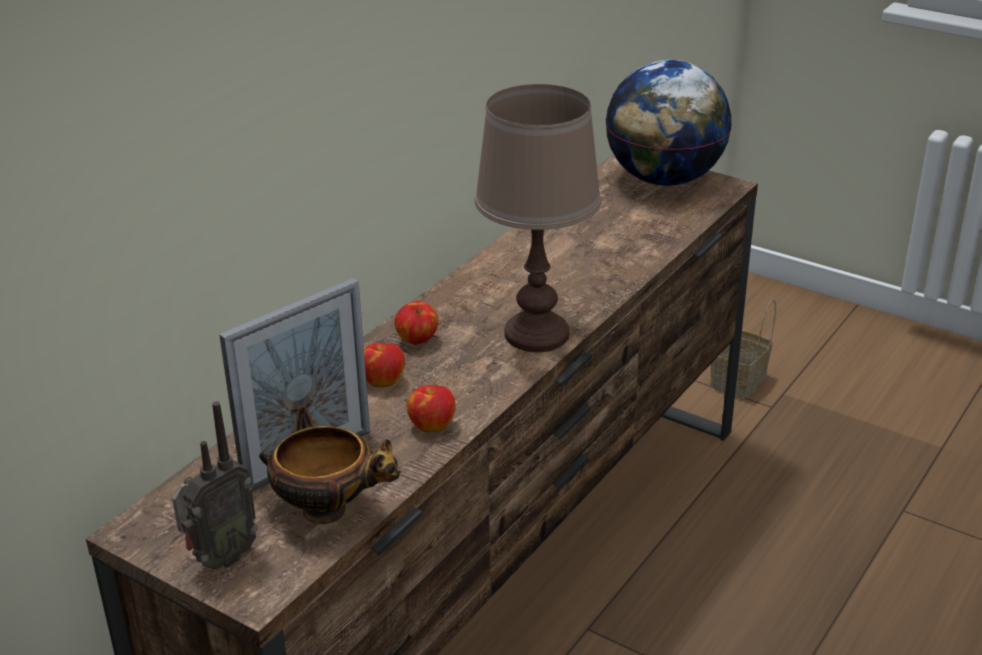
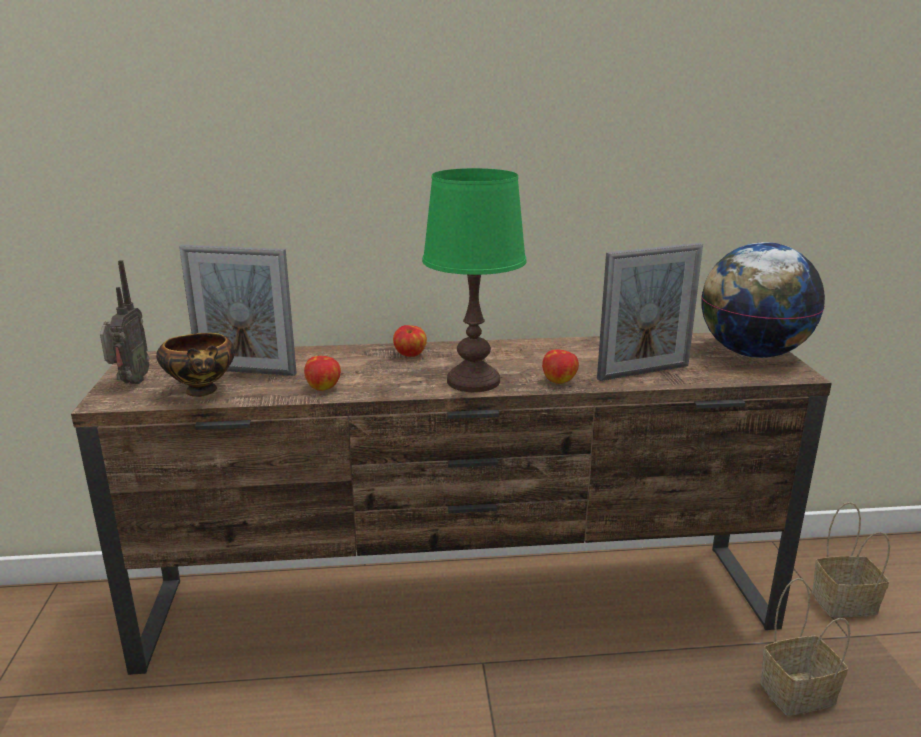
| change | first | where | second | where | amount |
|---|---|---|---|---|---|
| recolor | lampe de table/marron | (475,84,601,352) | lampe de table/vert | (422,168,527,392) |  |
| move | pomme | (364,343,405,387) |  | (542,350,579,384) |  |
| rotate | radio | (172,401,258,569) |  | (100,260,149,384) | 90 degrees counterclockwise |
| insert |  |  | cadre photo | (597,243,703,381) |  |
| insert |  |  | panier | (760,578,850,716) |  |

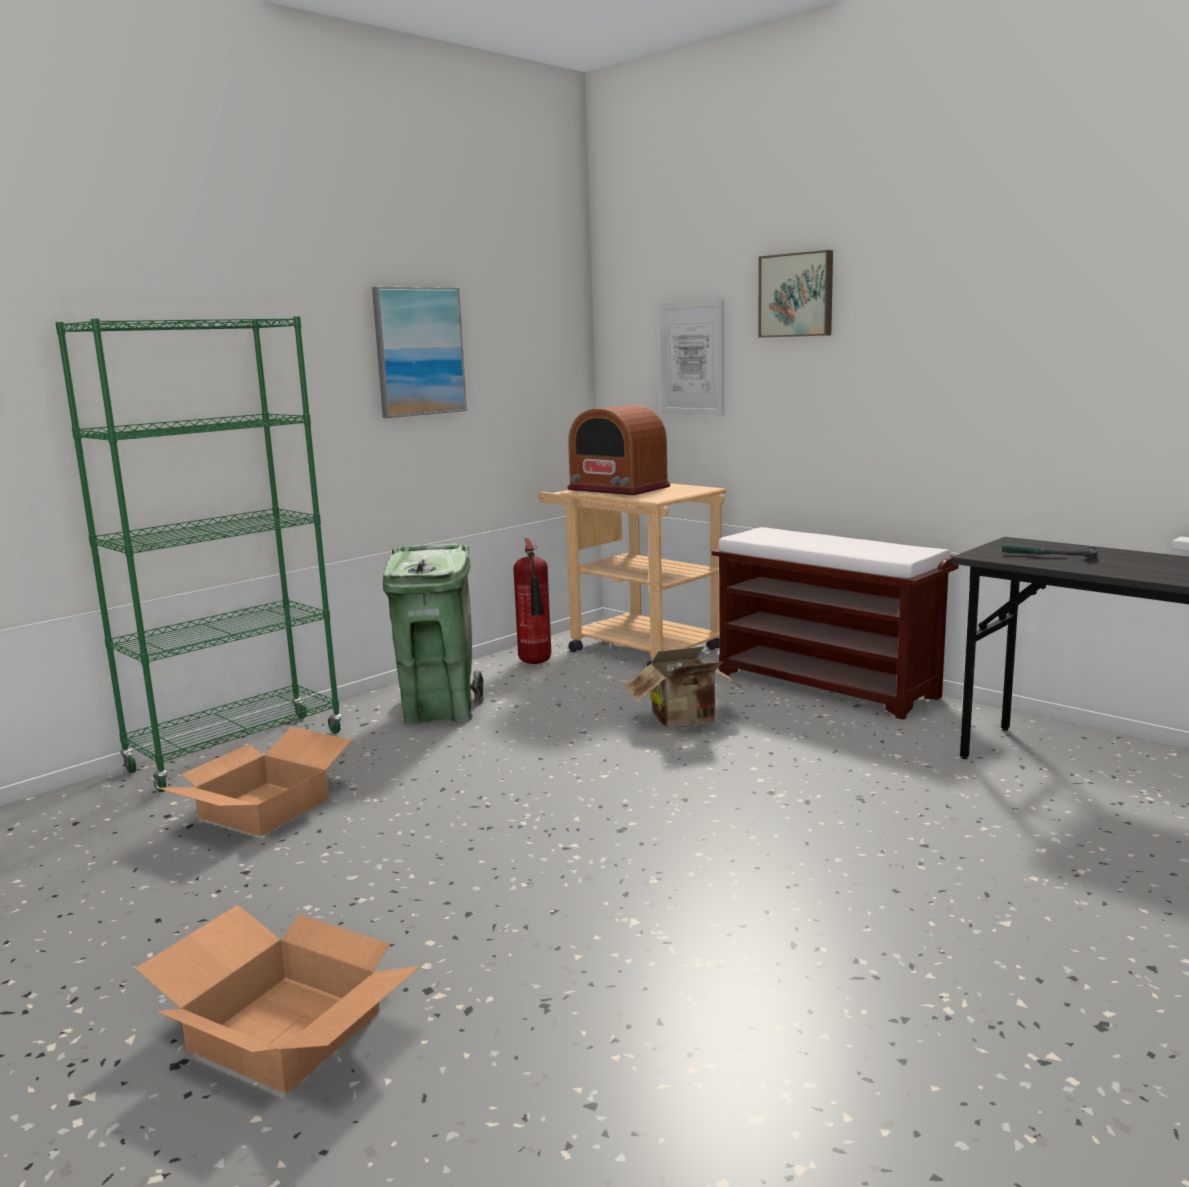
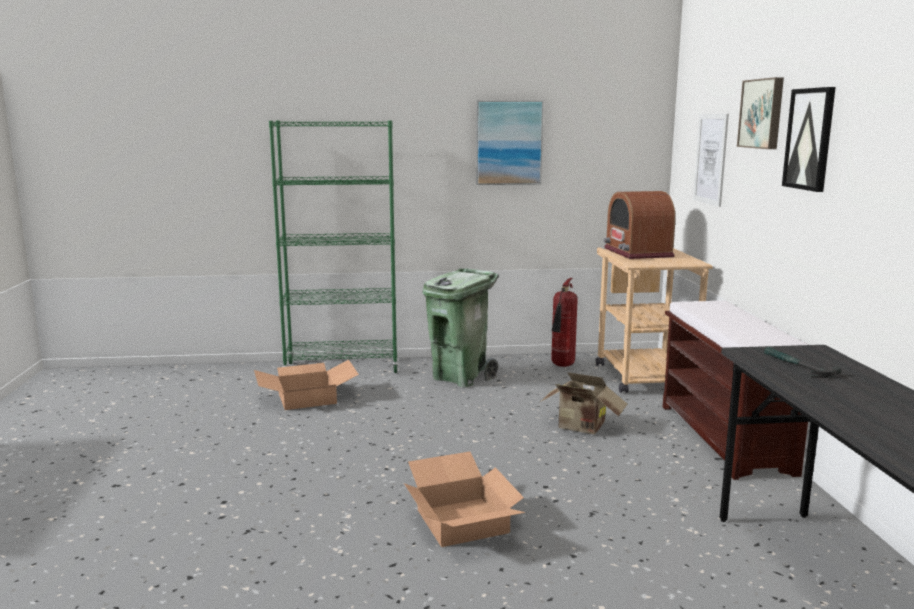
| change | first | where | second | where | amount |
|---|---|---|---|---|---|
| move | carton | (135,905,421,1094) |  | (404,451,526,547) |  |
| insert |  |  | tableau | (782,87,836,192) |  |

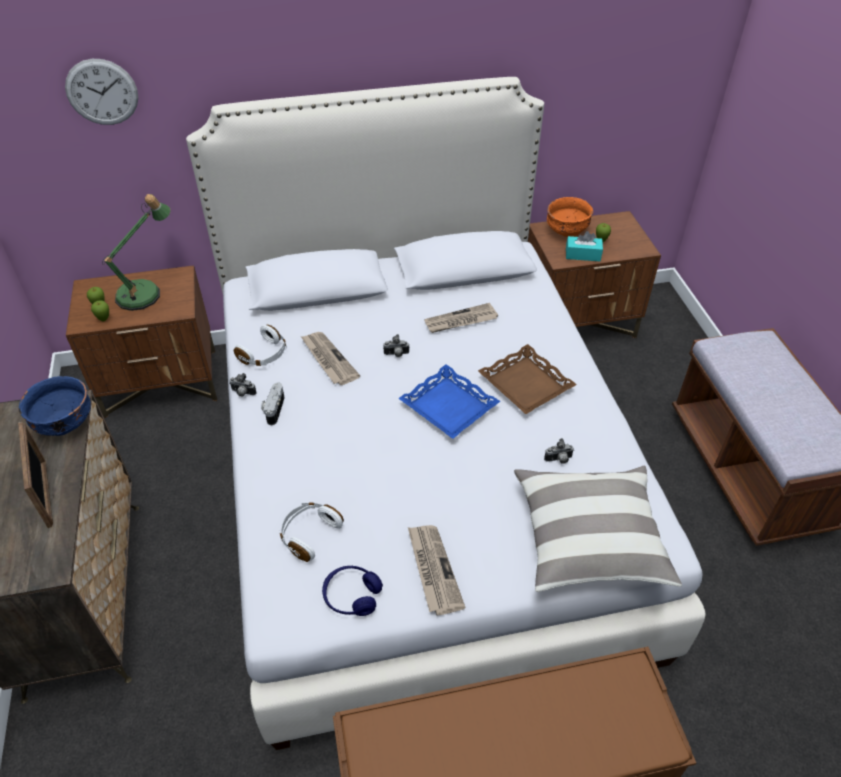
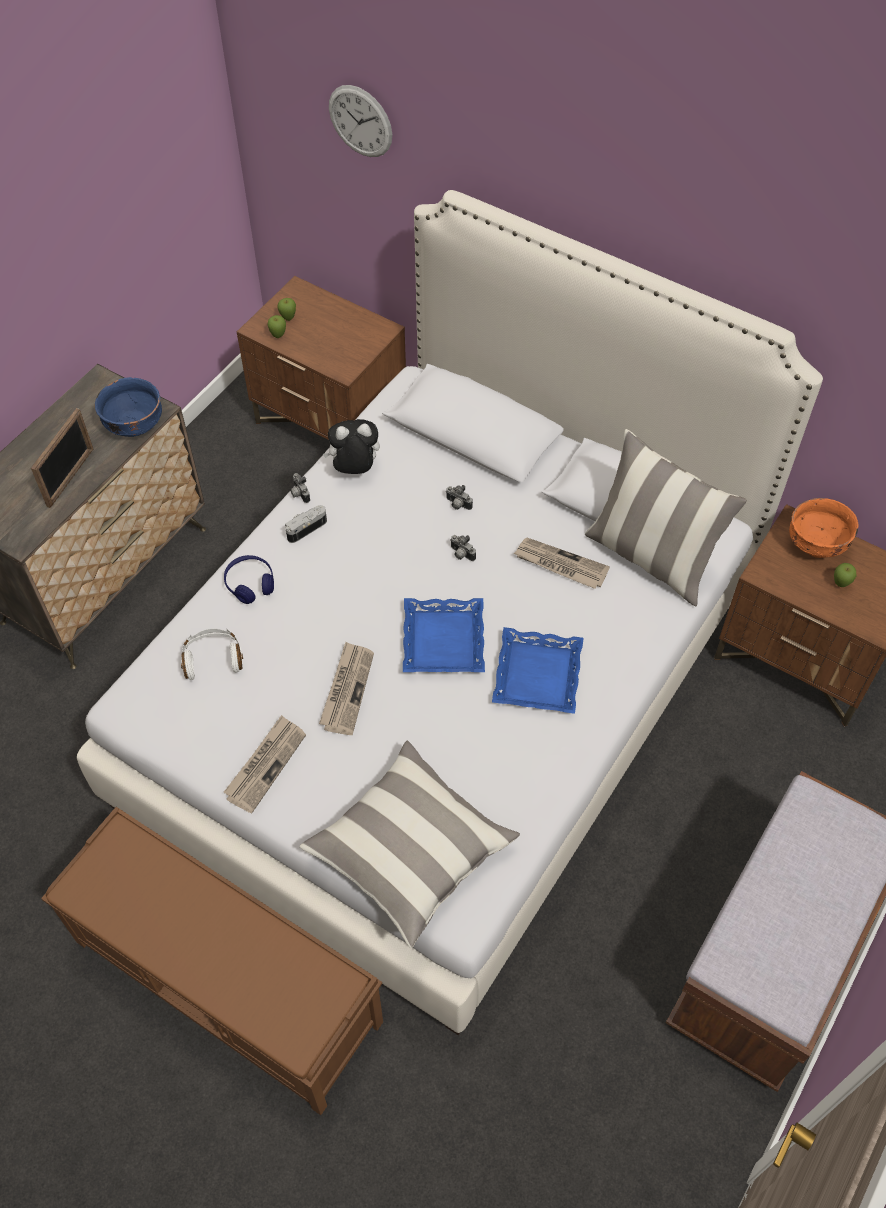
| change | first | where | second | where | amount |
|---|---|---|---|---|---|
| delete | lampe de table | (102,194,171,311) |  |  |  |
| delete | boîte à mouchoirs/turquoise | (566,231,603,261) |  |  |  |
| replace | casque audio/blanc | (234,324,287,366) | peluche | (323,419,380,474) |  |
| move | journal | (301,332,360,385) |  | (319,642,374,735) |  |
| recolor | plateau/marron | (478,344,577,414) | plateau/bleu | (492,627,584,714) |  |
| move | appareil photo | (544,438,574,464) |  | (445,485,473,510) |  |
| move | casque audio/bleu | (322,566,383,616) |  | (224,555,274,604) |  |
| insert |  |  | coussin | (585,429,747,607) |  |

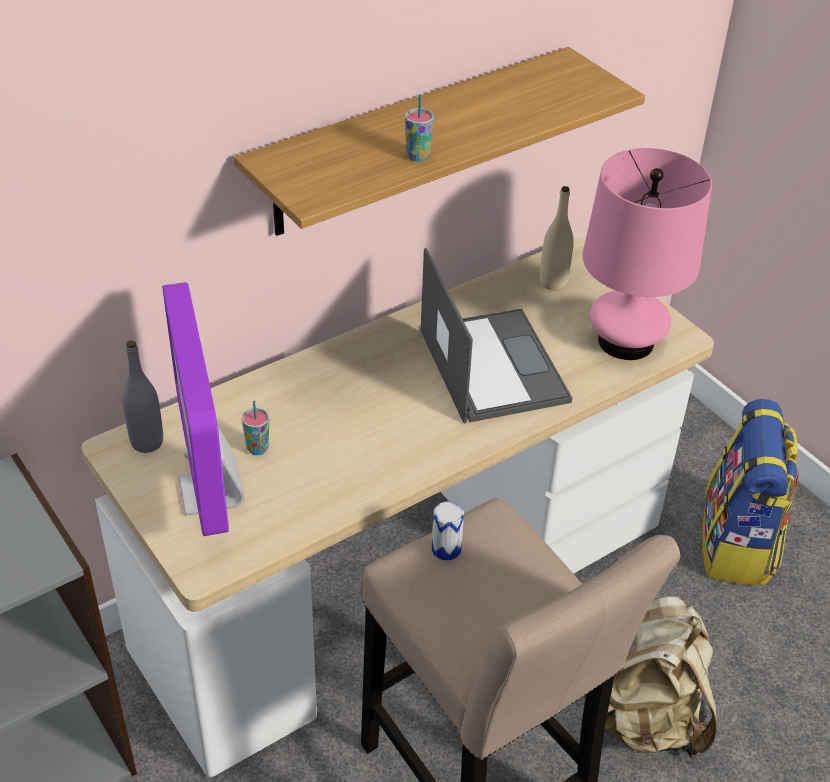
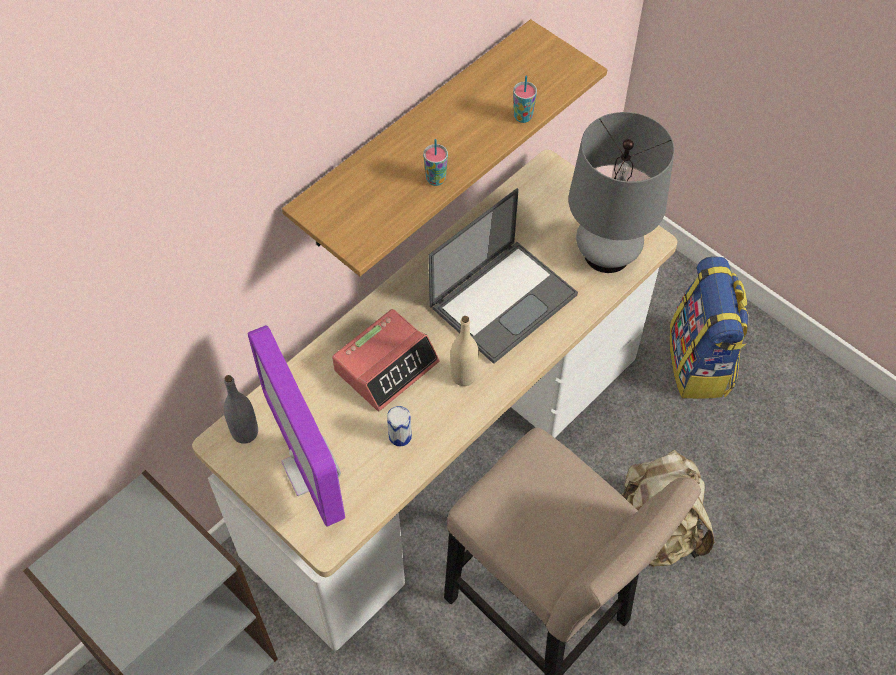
| change | first | where | second | where | amount |
|---|---|---|---|---|---|
| recolor | lampe de table/rose | (583,148,712,360) | lampe de table/gris | (568,112,675,273) |  |
| move | bouteille/beige | (540,186,574,291) |  | (450,316,479,386) |  |
| rotate | ordinateur portable | (421,248,572,424) |  | (428,188,578,364) | 75 degrees clockwise |
| move | tasse | (242,401,269,455) |  | (513,76,537,123) |  |
| move | boîte métallique | (432,501,464,560) |  | (387,406,412,446) |  |
| insert |  |  | réveil | (332,309,440,411) |  |

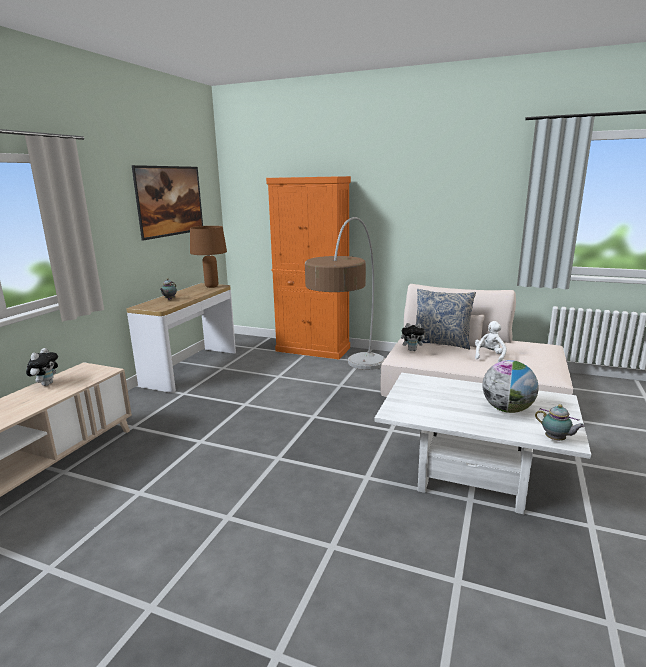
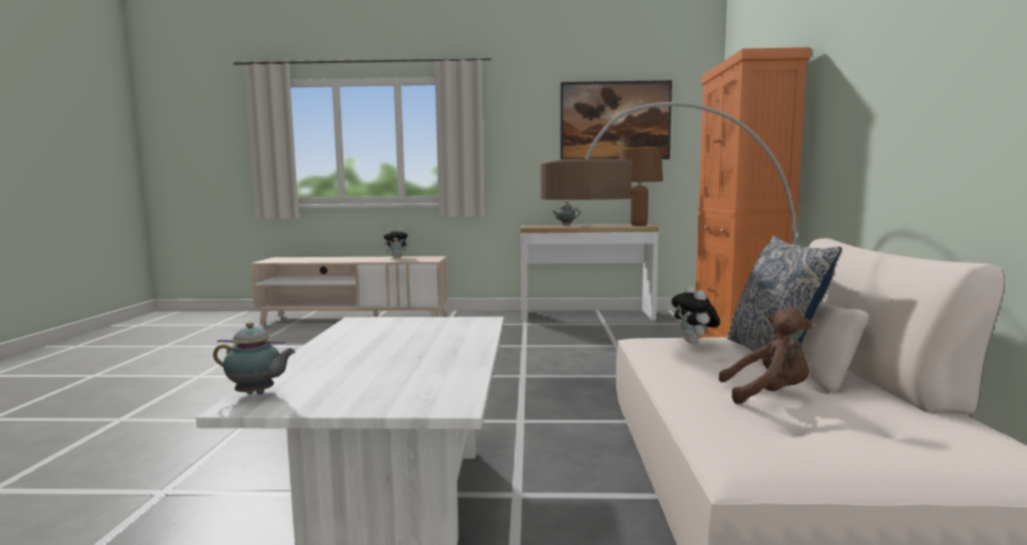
| change | first | where | second | where | amount |
|---|---|---|---|---|---|
| recolor | peluche/blanc | (475,321,507,362) | peluche/marron | (719,308,813,404) |  |
| delete | globe | (482,360,539,413) |  |  |  |
| rotate | théière | (535,404,585,441) |  | (213,322,296,395) | 105 degrees counterclockwise |

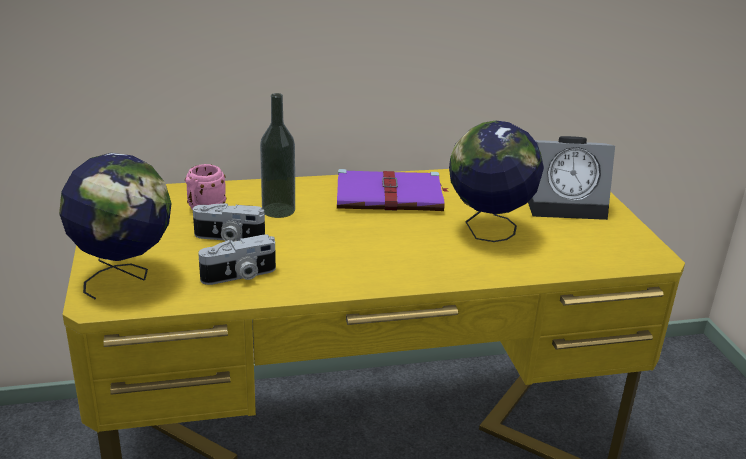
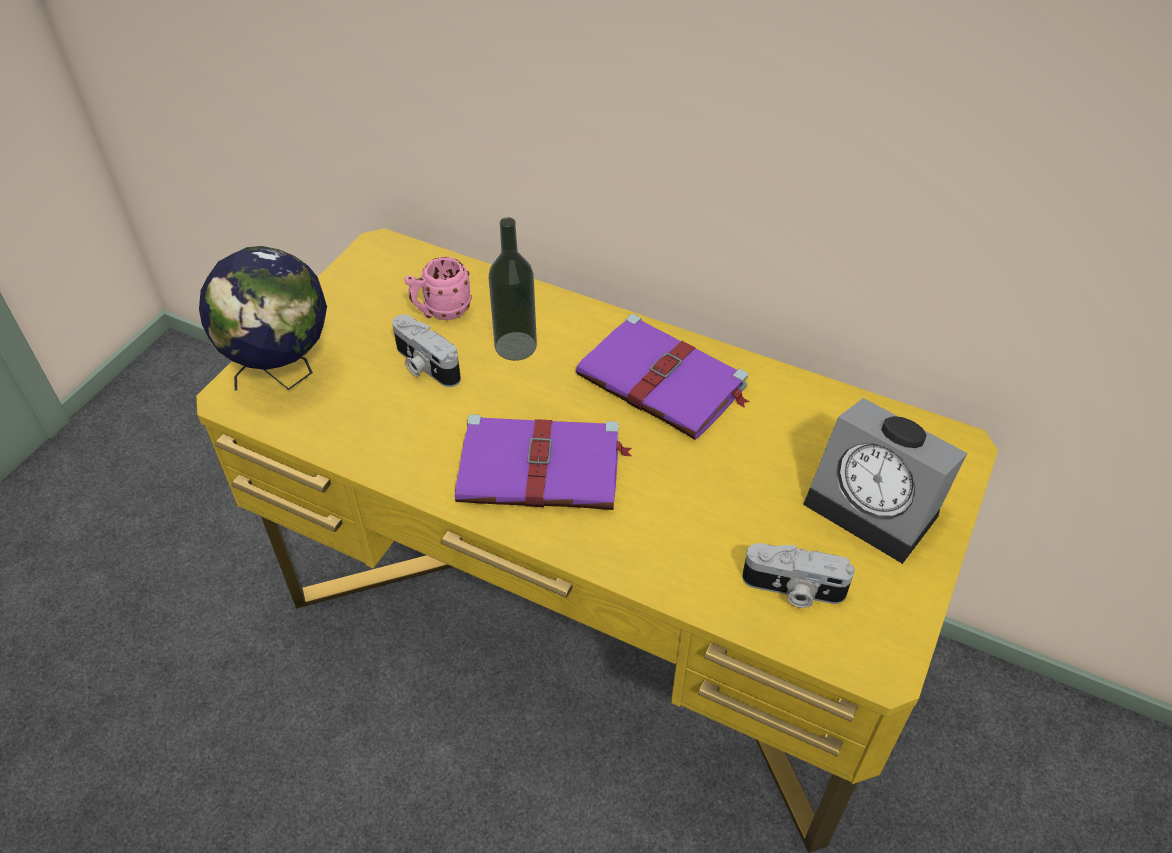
| change | first | where | second | where | amount |
|---|---|---|---|---|---|
| delete | globe | (449,121,544,242) |  |  |  |
| move | appareil photo | (198,235,276,285) |  | (742,543,855,608) |  |
| insert |  |  | livre/violet | (455,414,632,510) |  |

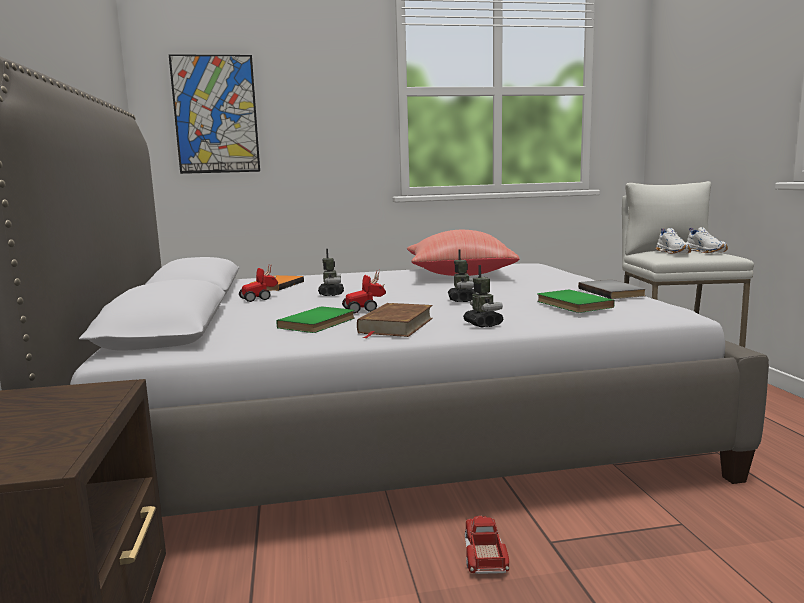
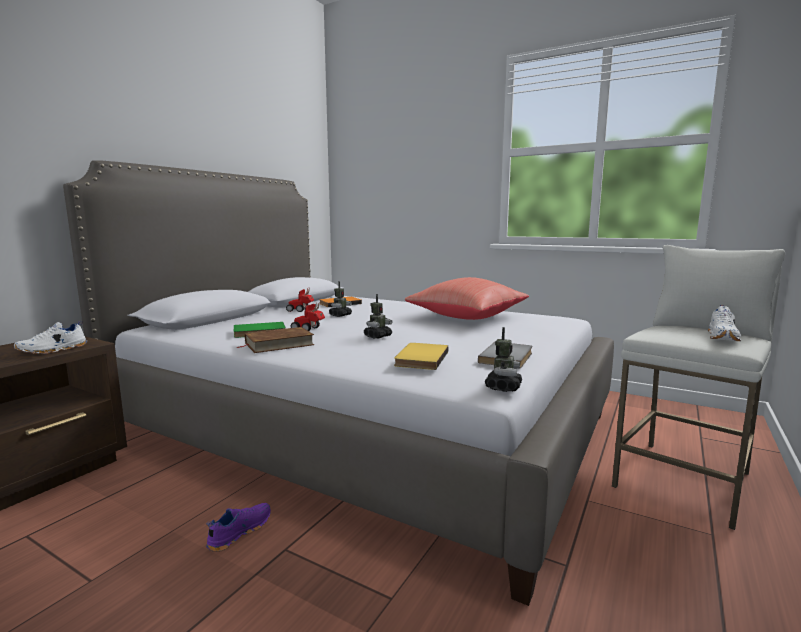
| change | first | where | second | where | amount |
|---|---|---|---|---|---|
| delete | tableau | (169,54,260,174) |  |  |  |
| move | chaussure/blanc | (656,228,691,254) |  | (14,321,87,354) |  |
| move | robot jouet | (463,265,503,327) |  | (485,327,522,392) |  |
| recolor | livre/vert | (537,290,615,313) | livre/jaune | (394,343,449,370) |  |
| replace | camion jouet | (465,516,509,574) | chaussure/violet | (206,503,271,552) |  |

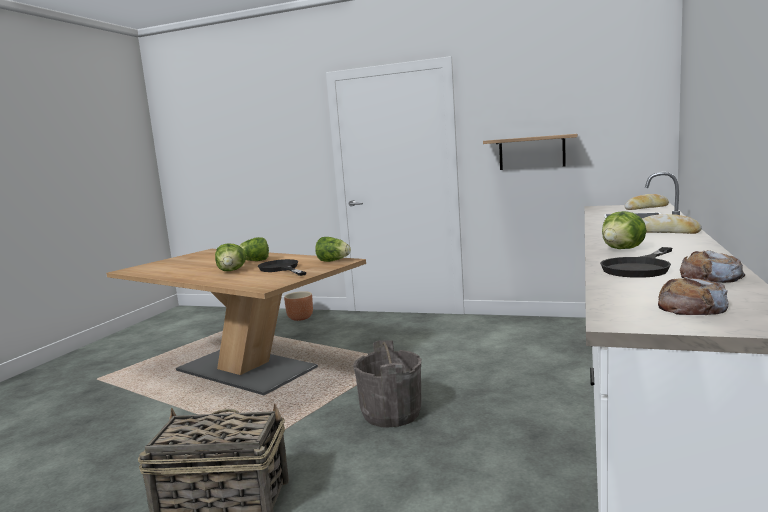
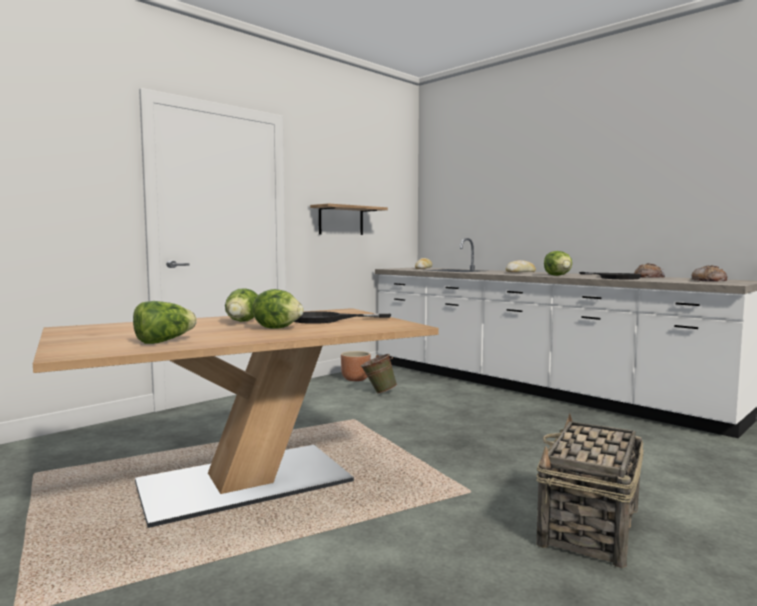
| change | first | where | second | where | amount |
|---|---|---|---|---|---|
| move | laitue | (315,237,351,262) |  | (133,301,197,344) |  |
| move | cache-pot/marron | (284,291,313,321) |  | (341,351,371,381) |  |
| delete | seau/gris | (354,340,421,428) |  |  |  |
| insert |  |  | seau/vert | (360,354,397,393) |  |

